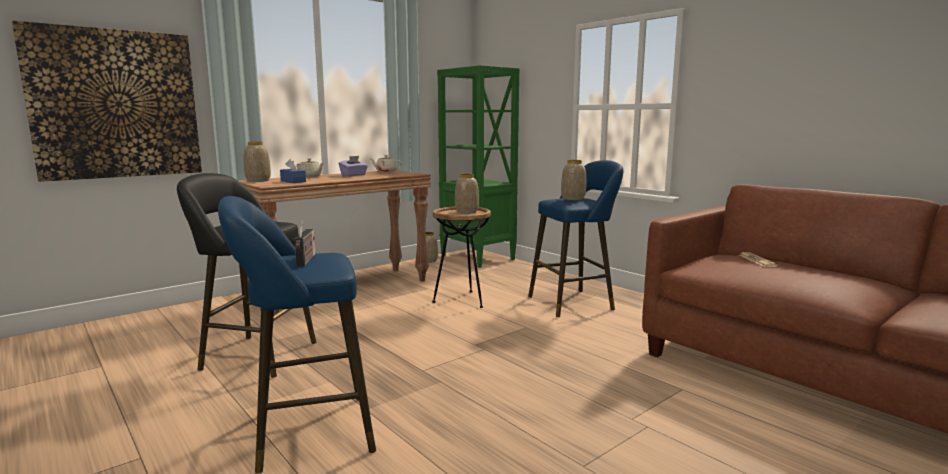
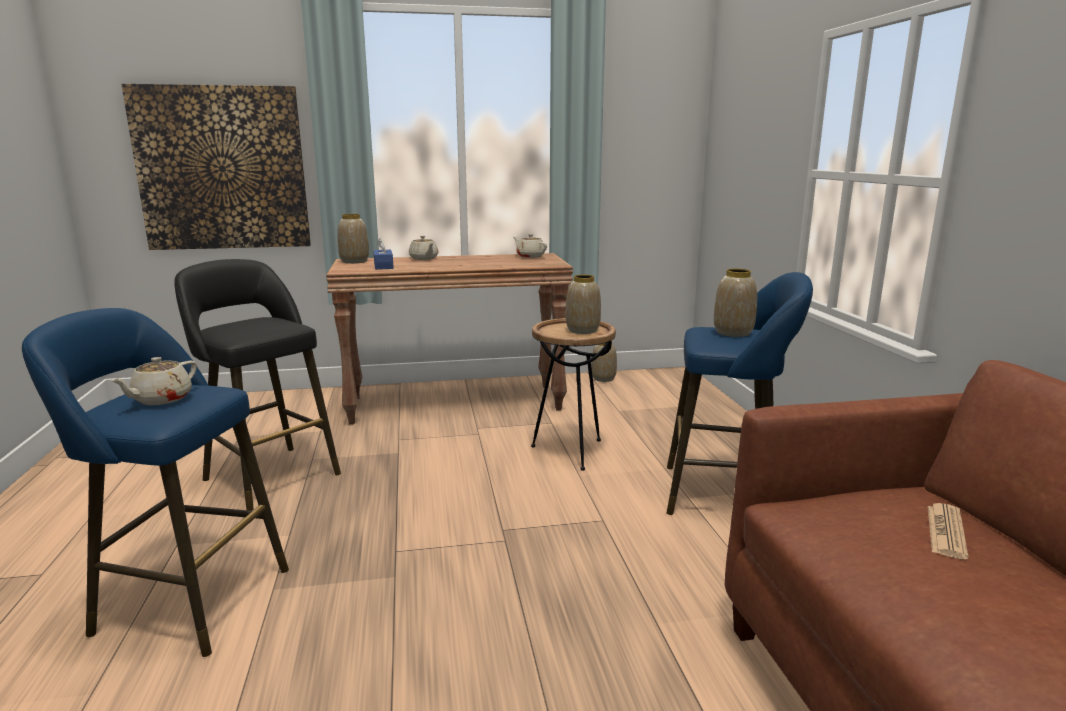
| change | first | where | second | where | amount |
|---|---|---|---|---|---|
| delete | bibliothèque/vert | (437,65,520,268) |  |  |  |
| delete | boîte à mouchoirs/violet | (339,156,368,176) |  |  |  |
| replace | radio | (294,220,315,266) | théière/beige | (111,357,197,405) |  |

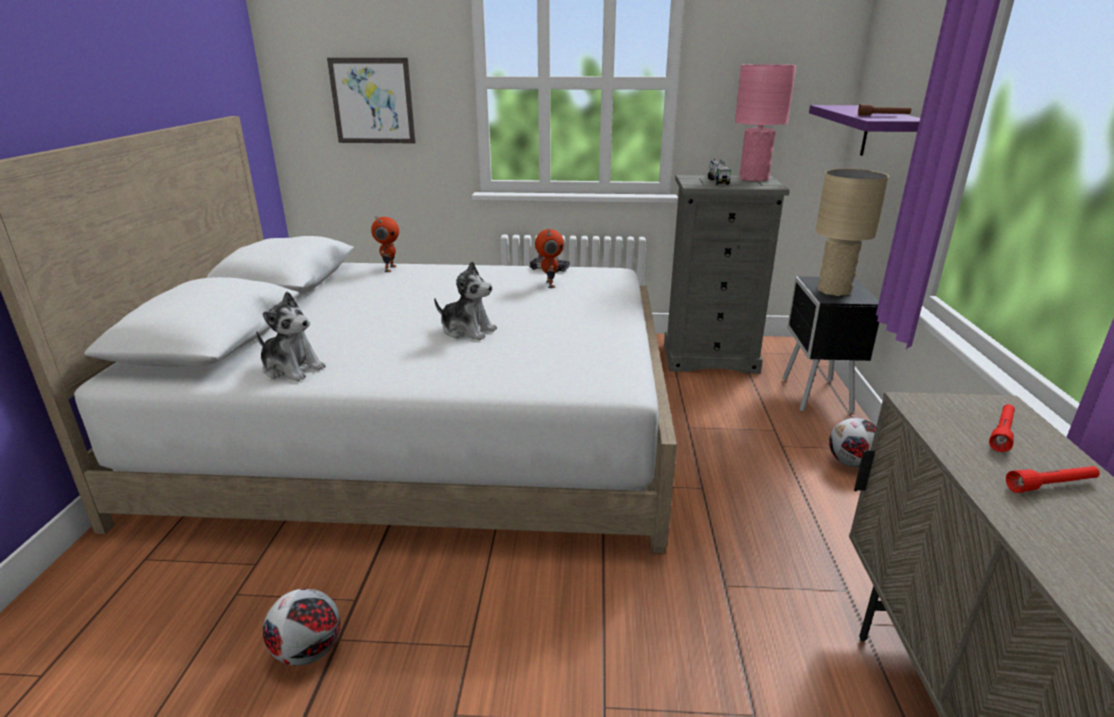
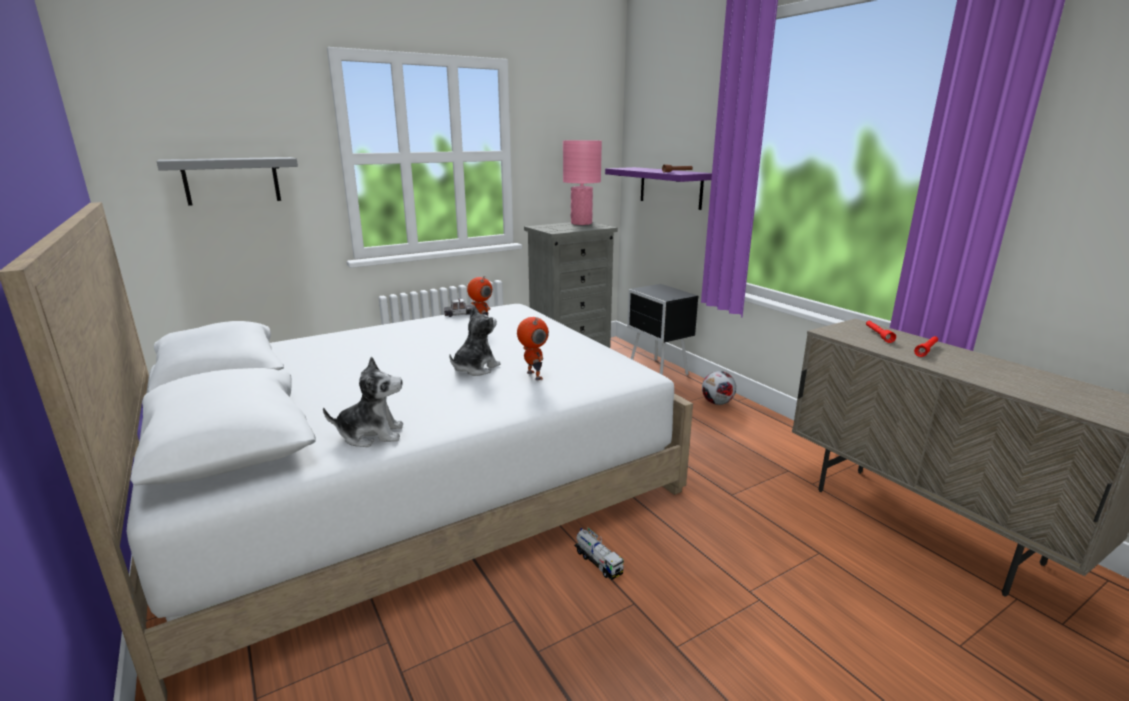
| change | first | where | second | where | amount |
|---|---|---|---|---|---|
| replace | tableau | (327,58,416,143) | étagère/gris | (157,157,298,206) |  |
| move | camion jouet | (708,159,731,185) |  | (574,528,624,580) |  |
| delete | lampe de table/beige | (816,169,889,296) |  |  |  |
| move | robot jouet | (371,216,399,272) |  | (517,317,549,380) |  |
| rotate | peluche | (434,261,497,340) |  | (449,305,501,376) | 45 degrees counterclockwise |
| delete | ballon de foot | (263,588,340,666) |  |  |  |

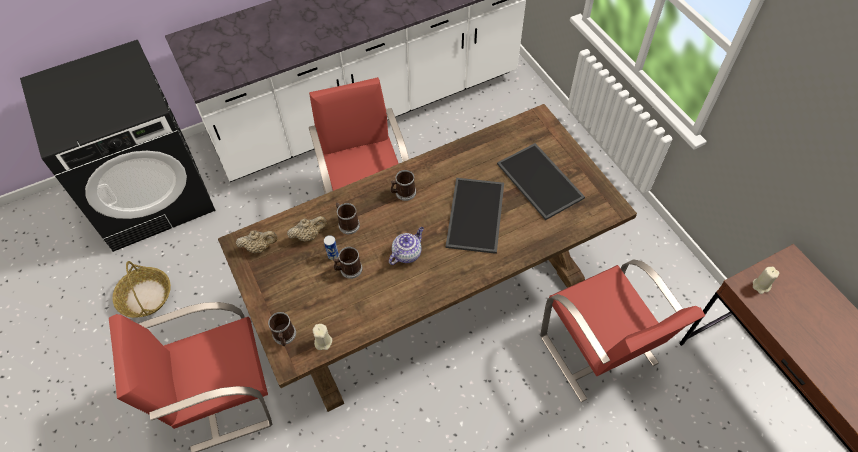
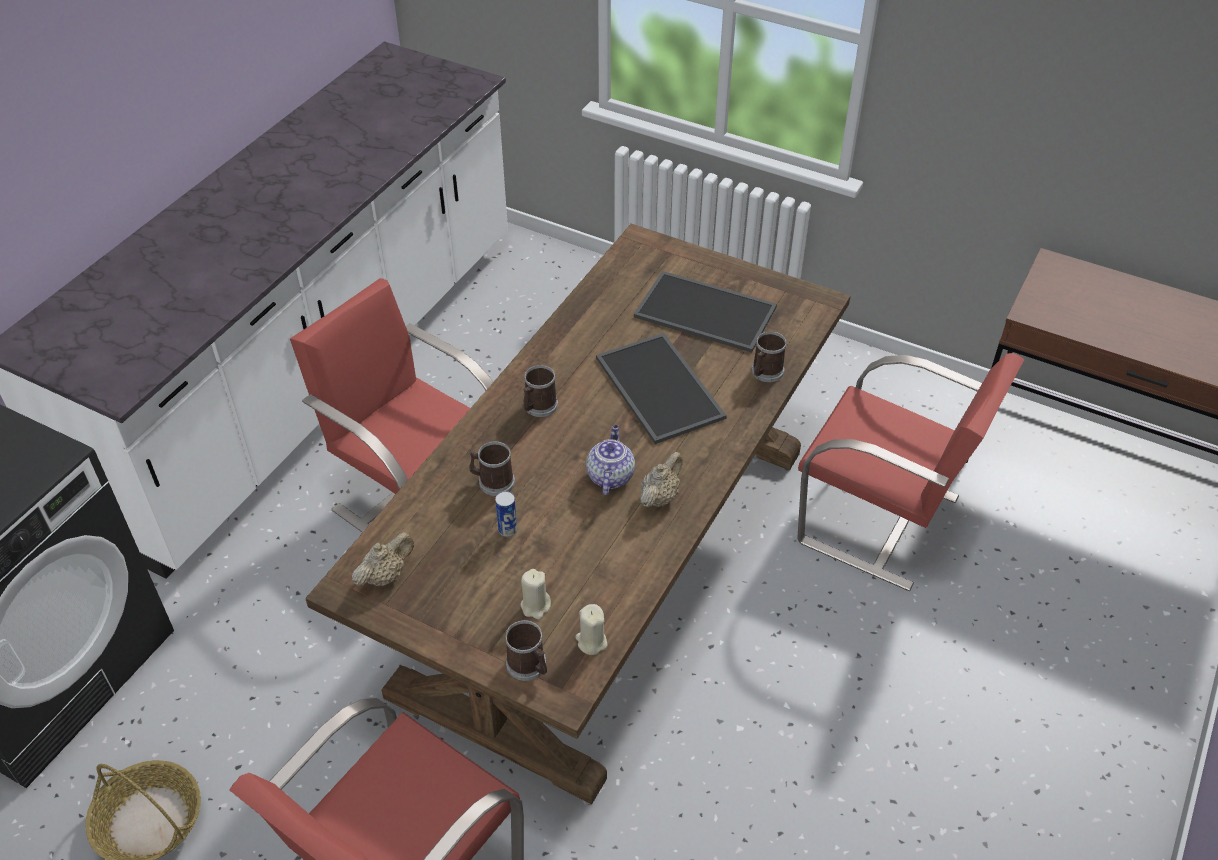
| change | first | where | second | where | amount |
|---|---|---|---|---|---|
| move | théière/beige | (287,216,327,241) |  | (640,452,683,507) |  |
| move | mug | (333,247,363,279) |  | (751,332,787,382) |  |
| move | bougie/beige | (753,267,779,294) |  | (521,569,551,619) |  |

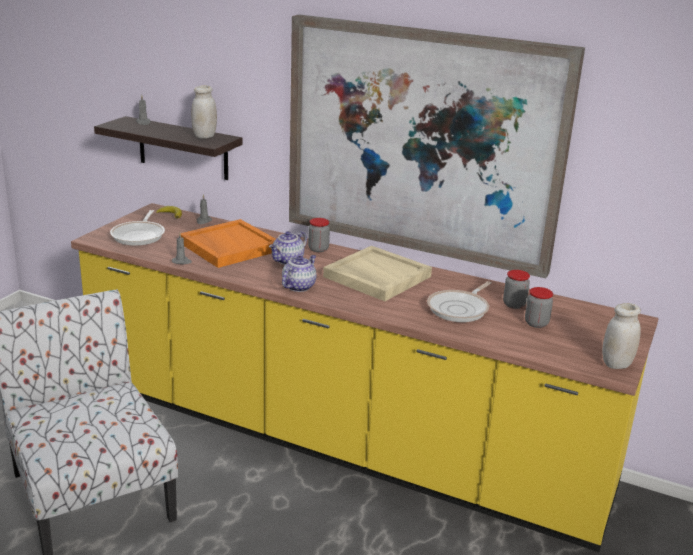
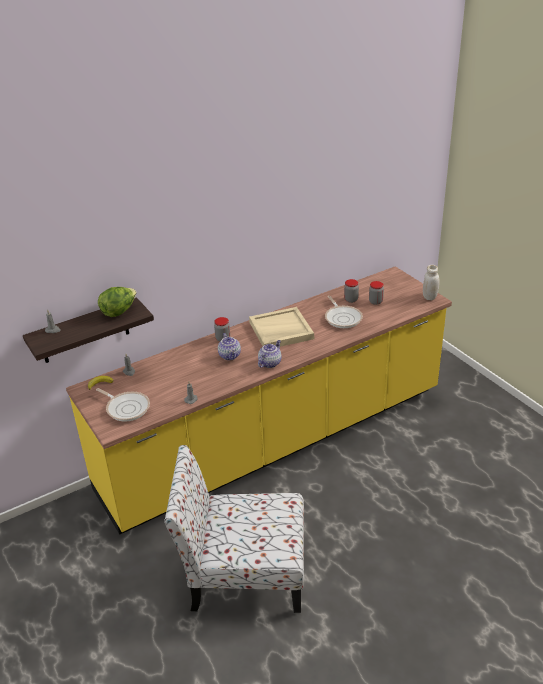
| change | first | where | second | where | amount |
|---|---|---|---|---|---|
| delete | tableau | (289,14,585,278) |  |  |  |
| replace | bocal/blanc | (191,85,217,139) | laitue | (98,287,136,317) |  |
| delete | plateau/orange | (180,219,276,268) |  |  |  |
| rotate | théière | (282,255,317,292) |  | (258,340,282,368) | 60 degrees clockwise |

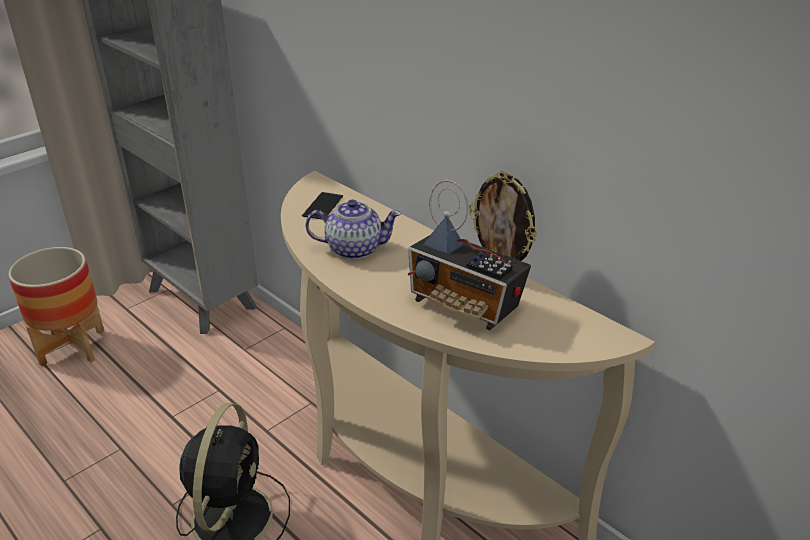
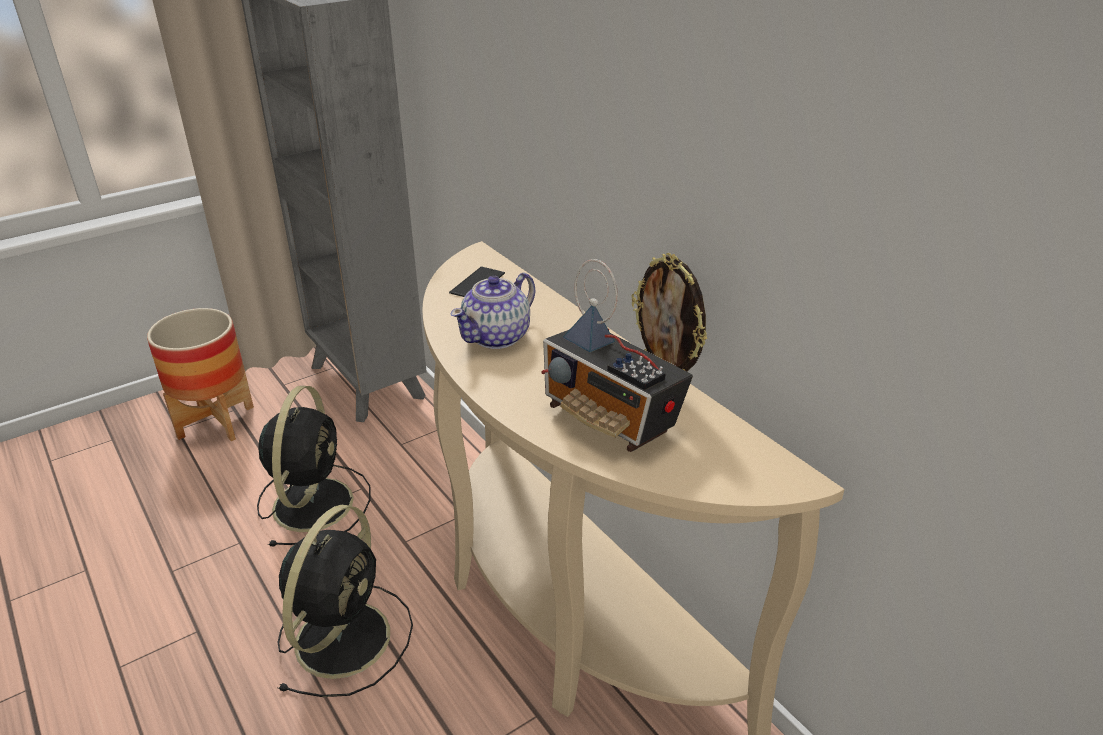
| change | first | where | second | where | amount |
|---|---|---|---|---|---|
| rotate | théière | (305,199,402,259) |  | (451,273,535,349) | 120 degrees clockwise |
| insert |  |  | ventilateur/noir | (257,386,370,546) |  |

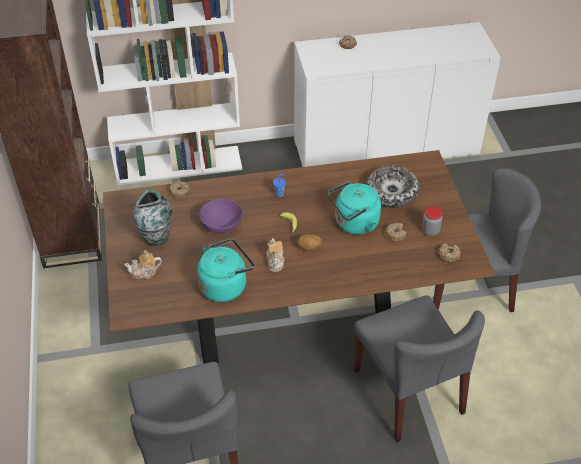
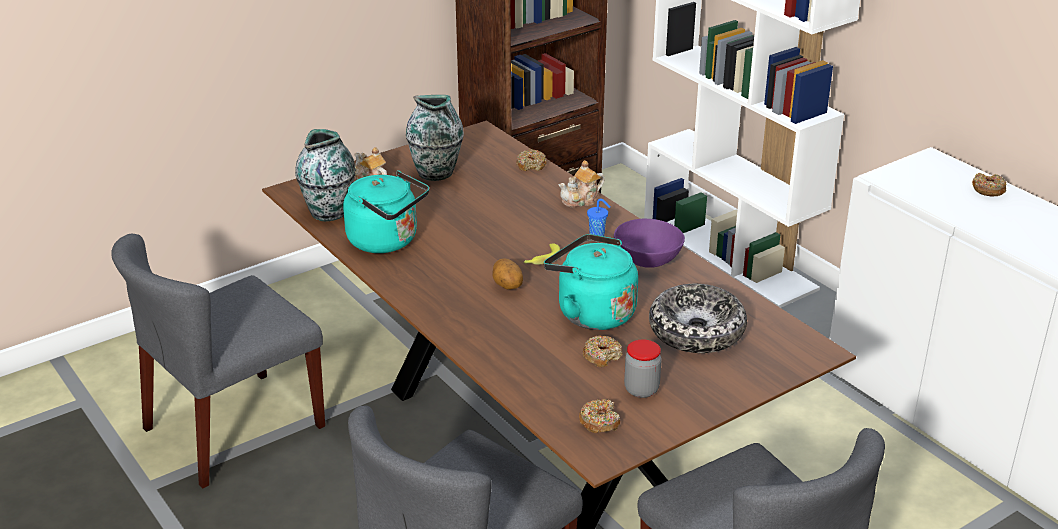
| change | first | where | second | where | amount |
|---|---|---|---|---|---|
| move | bol/violet | (199,199,243,233) |  | (614,219,685,268) |  |
| move | théière | (267,238,285,272) |  | (558,160,605,207) |  |
| insert |  |  | vase | (295,129,356,221) |  |

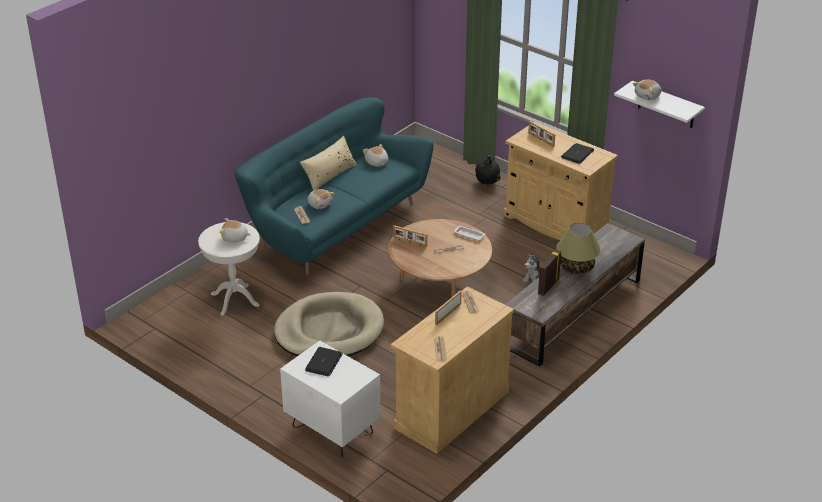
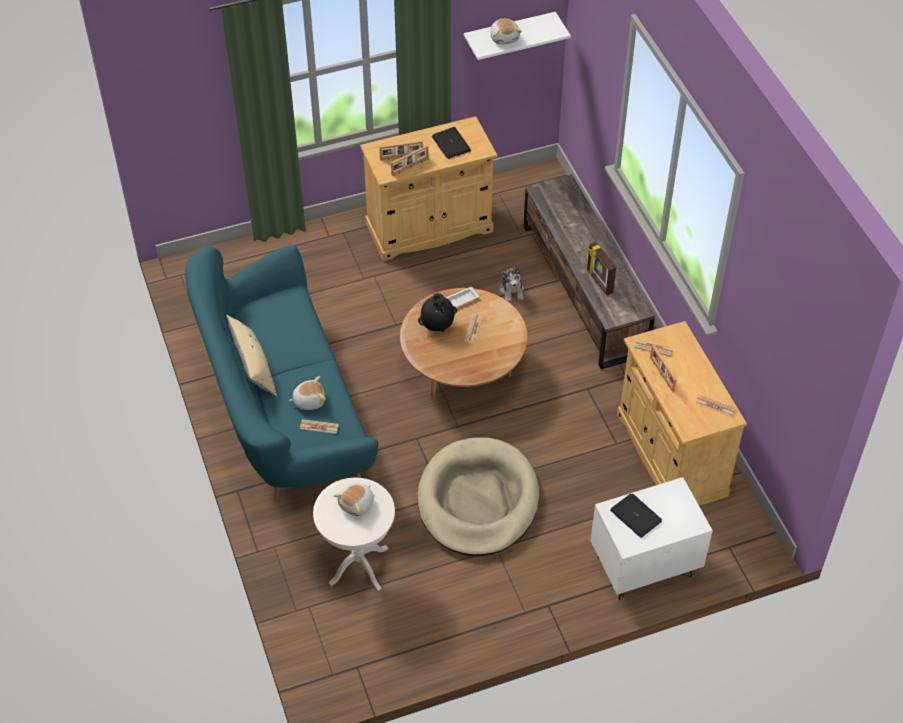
| change | first | where | second | where | amount |
|---|---|---|---|---|---|
| delete | peluche | (363,144,389,167) |  |  |  |
| move | vase/noir | (475,156,501,184) |  | (418,293,457,332) |  |
| delete | lampe de table | (557,223,601,274) |  |  |  |
| move | cadre photo | (393,225,427,247) |  | (391,145,429,176) |  |

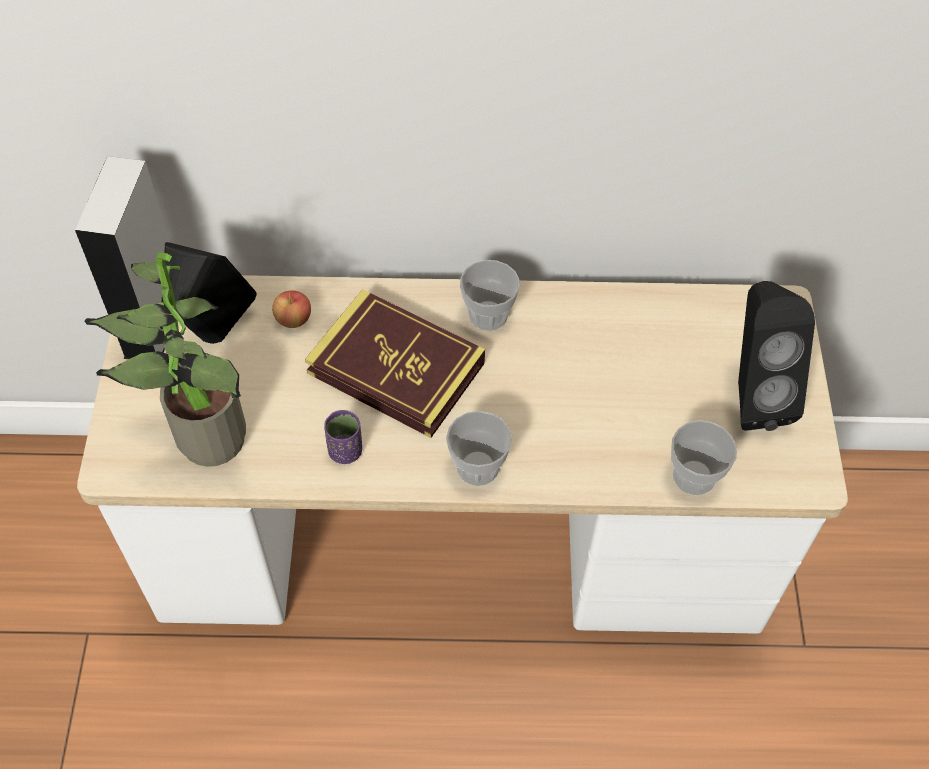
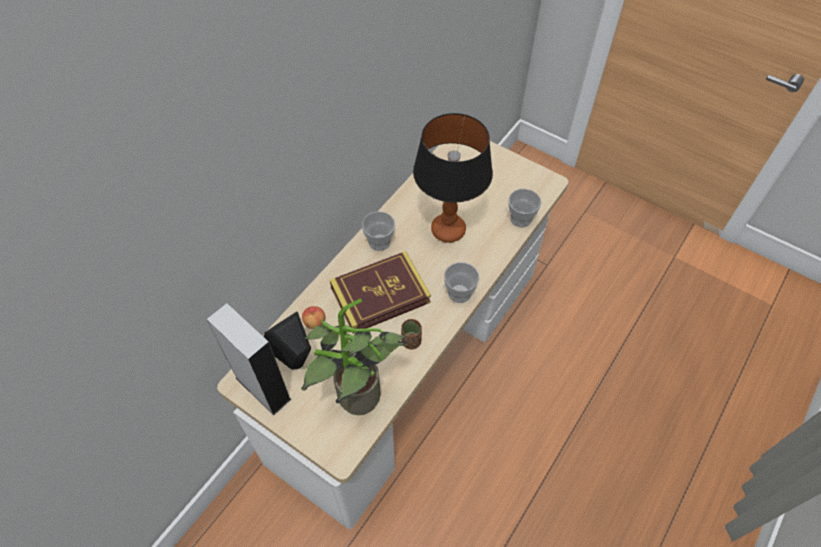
| change | first | where | second | where | amount |
|---|---|---|---|---|---|
| delete | enceinte/noir | (738,281,815,431) |  |  |  |
| recolor | tasse/violet | (324,410,362,464) | tasse/marron | (401,319,422,349) |  |
| insert |  |  | lampe de table | (413,113,493,243) |  |

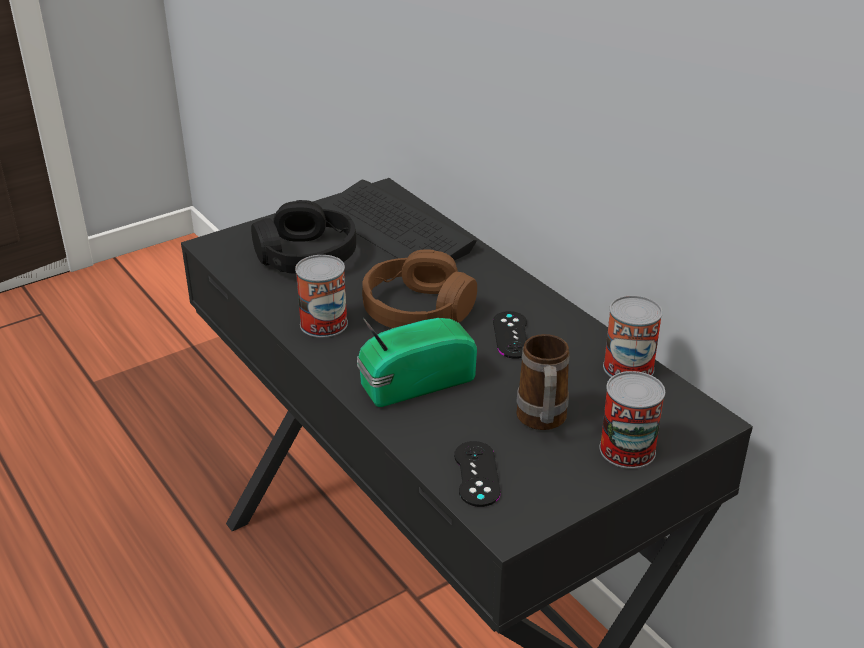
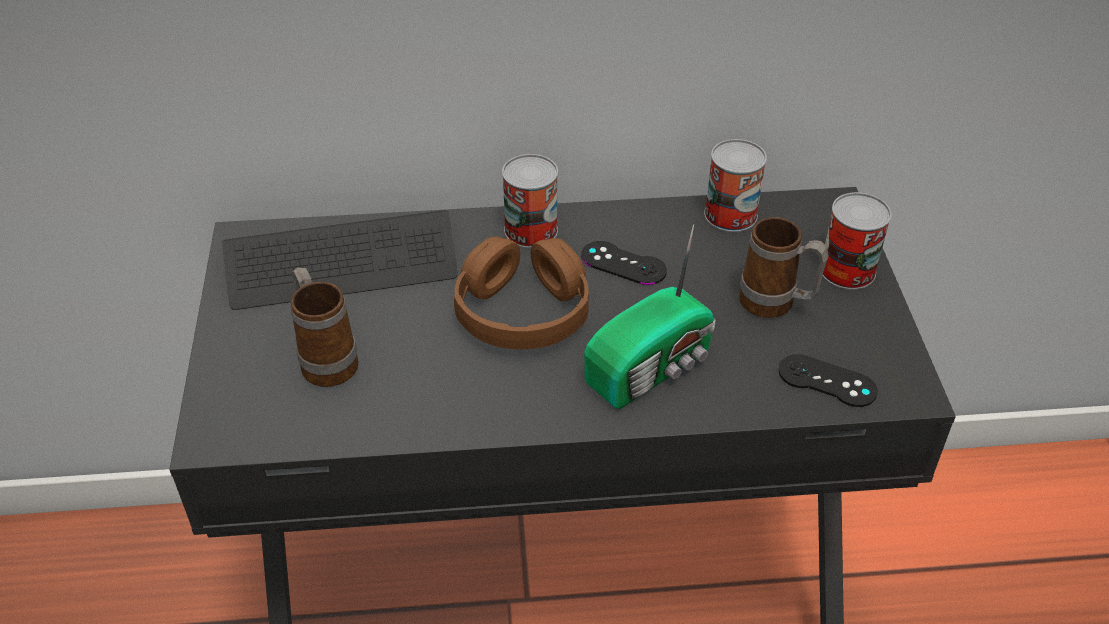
| change | first | where | second | where | amount |
|---|---|---|---|---|---|
| replace | casque audio/noir | (251,200,356,274) | mug | (291,267,358,387) |  |
| move | boîte métallique | (295,255,348,338) |  | (502,154,558,248) |  |
| rotate | radio | (357,318,477,407) |  | (584,224,716,409) | 135 degrees counterclockwise |

